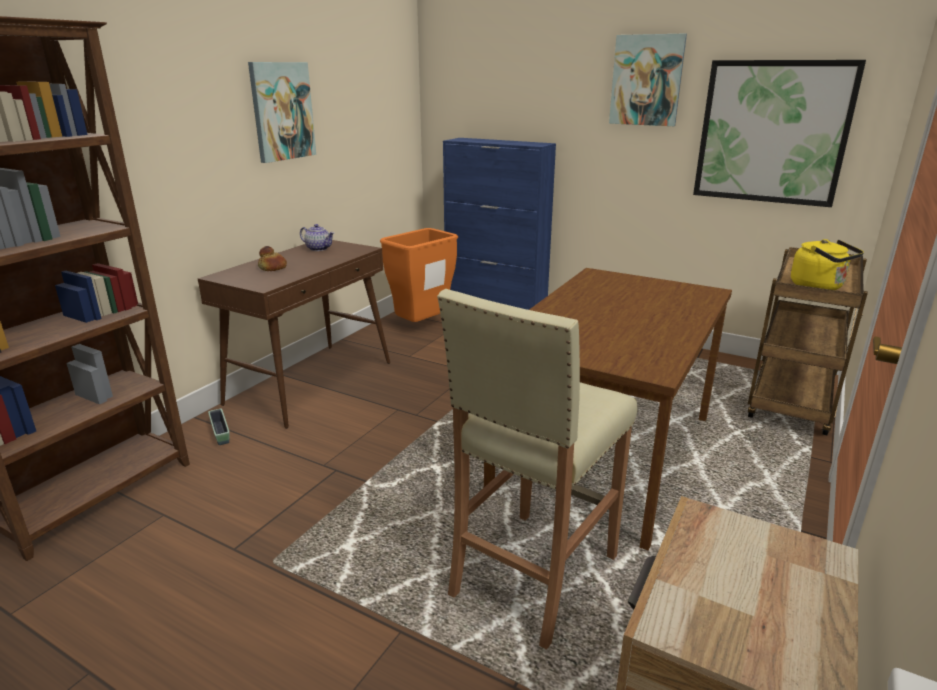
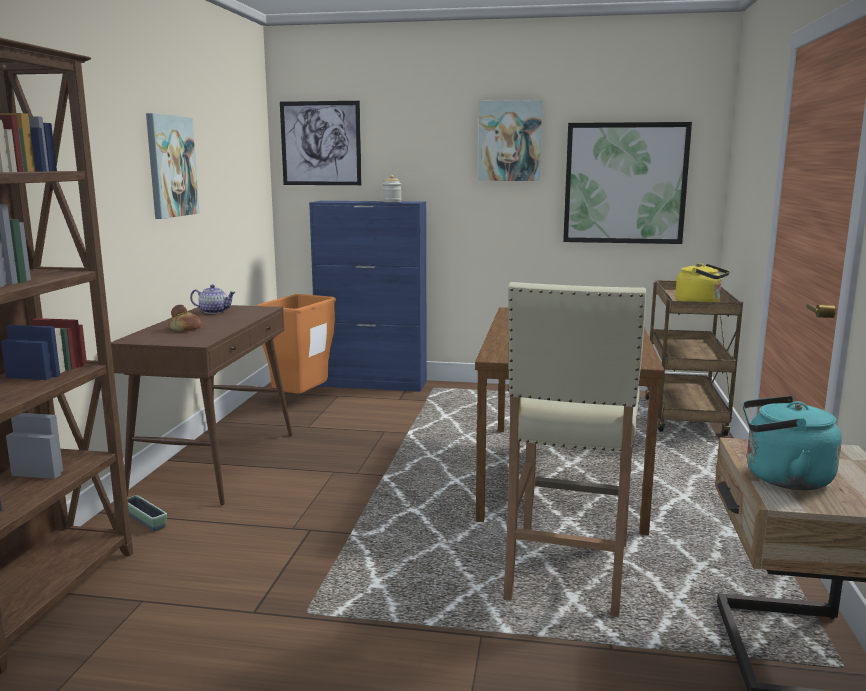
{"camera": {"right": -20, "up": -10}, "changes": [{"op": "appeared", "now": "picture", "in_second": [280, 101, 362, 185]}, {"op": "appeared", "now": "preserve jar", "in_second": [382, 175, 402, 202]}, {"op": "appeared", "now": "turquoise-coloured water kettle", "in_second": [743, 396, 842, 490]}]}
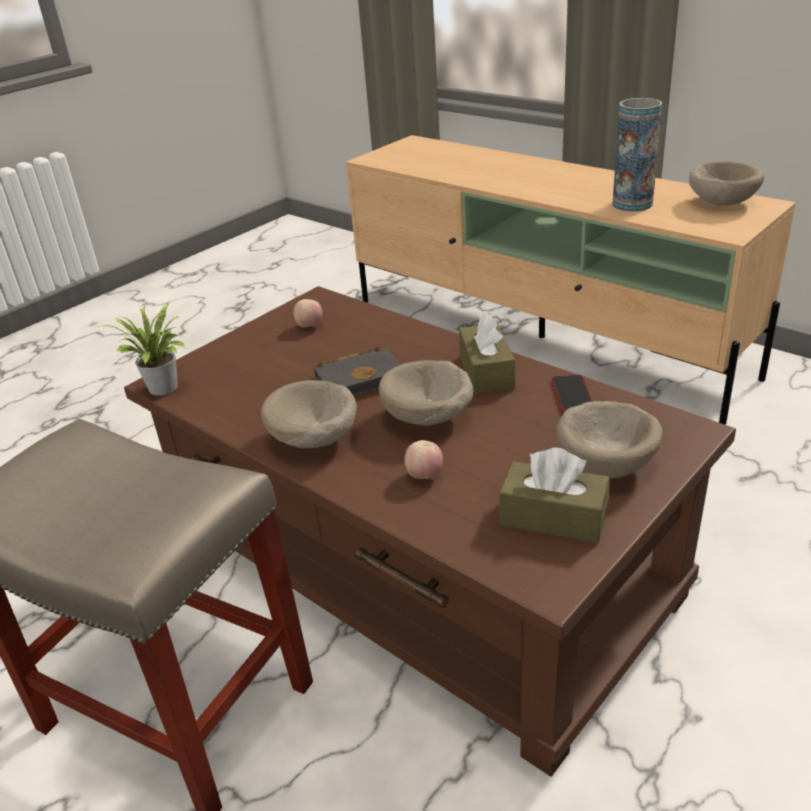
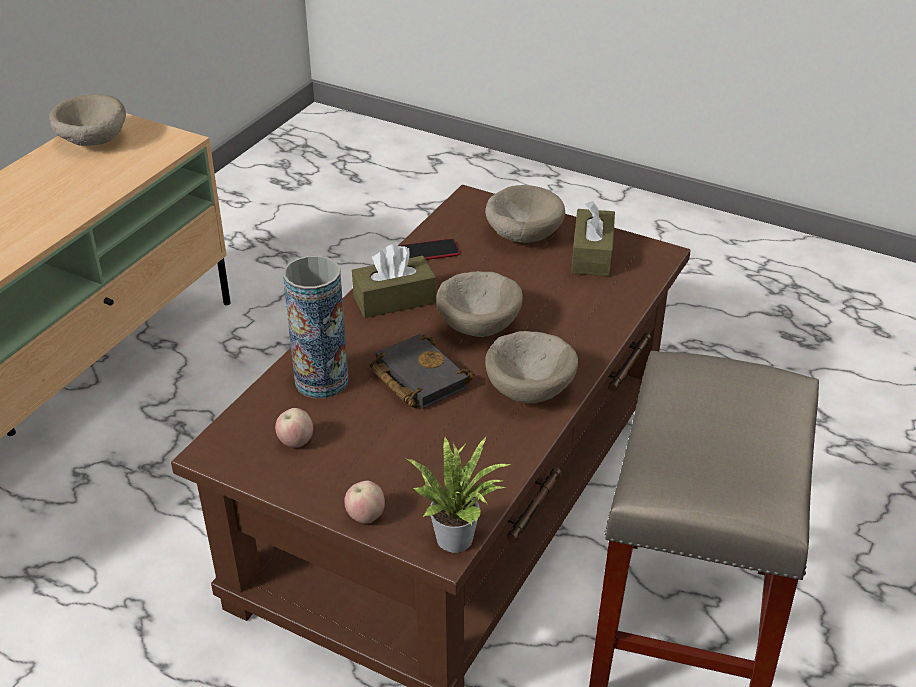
{"camera": {"right": -105, "up": 5}, "changes": [{"op": "relocated", "was": "vase", "in_first": [613, 98, 662, 211], "in_second": [283, 255, 348, 398]}, {"op": "relocated", "was": "whole apple", "in_first": [404, 440, 443, 479], "in_second": [344, 481, 385, 523]}]}
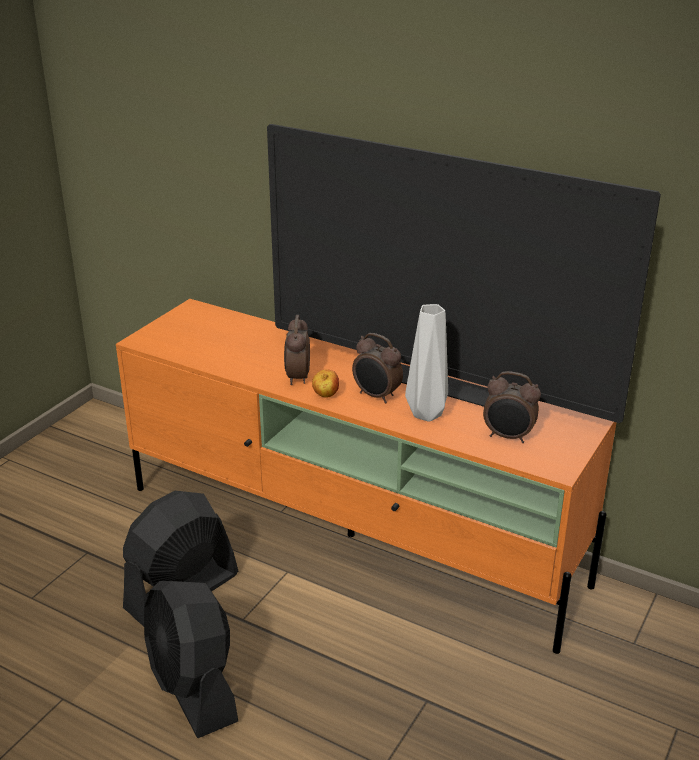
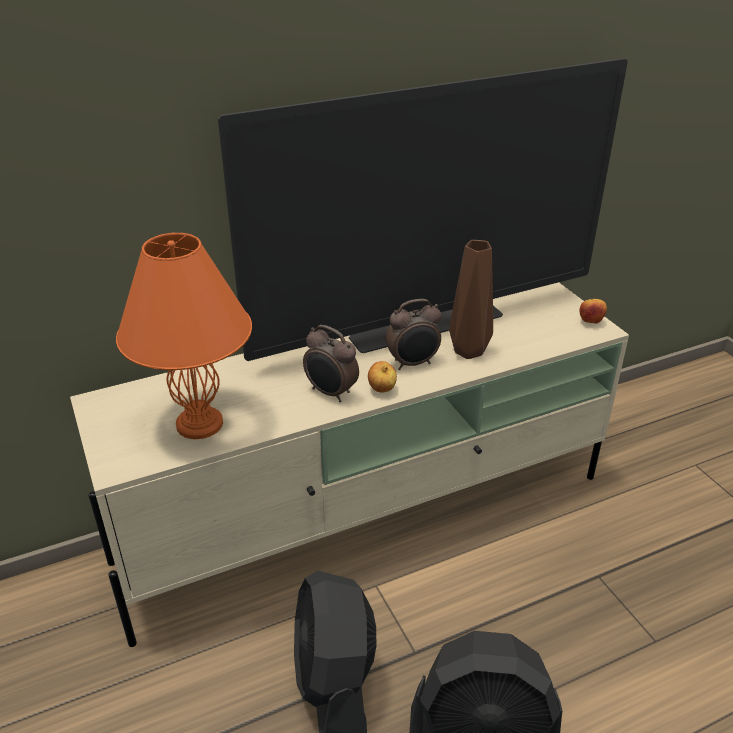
{"camera": {"right": -55, "up": 5}, "changes": [{"op": "colour", "was": "orangey tv unit", "now": "sand-coloured tv unit", "in_first": [116, 299, 617, 654], "in_second": [70, 282, 629, 647]}, {"op": "appeared", "now": "orangey tabletop lamp", "in_second": [116, 233, 252, 439]}, {"op": "colour", "was": "greyish vase", "now": "brownish vase", "in_first": [405, 304, 448, 422], "in_second": [449, 240, 493, 359]}, {"op": "appeared", "now": "whole apple", "in_second": [579, 299, 607, 324]}, {"op": "missing", "was": "bedside clock", "in_first": [483, 371, 541, 443]}]}
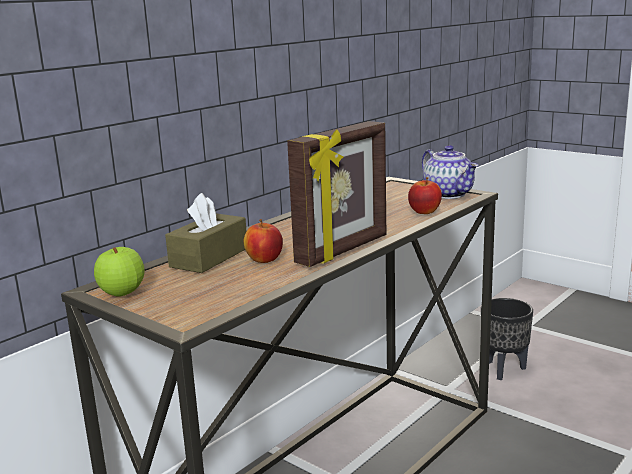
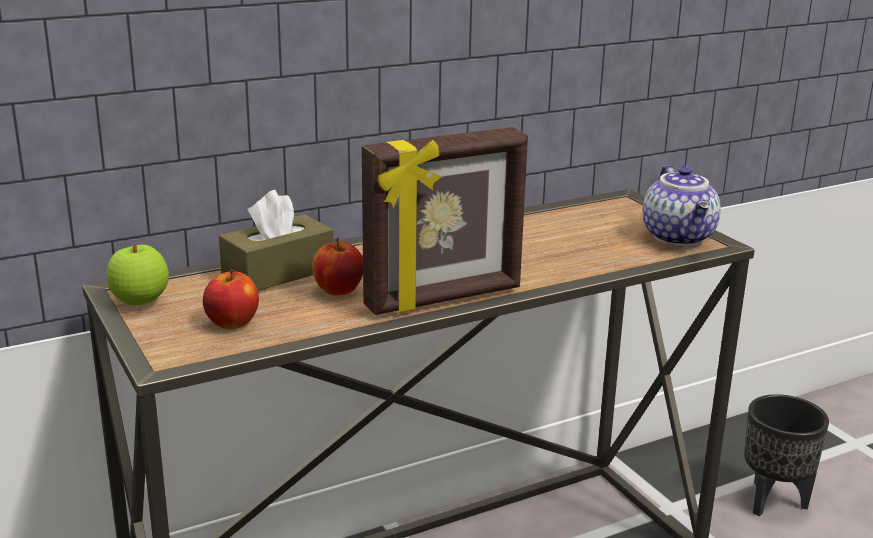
{"camera": {"right": 20, "up": 5}, "changes": [{"op": "relocated", "was": "whole apple", "in_first": [408, 177, 442, 214], "in_second": [203, 269, 259, 329]}]}
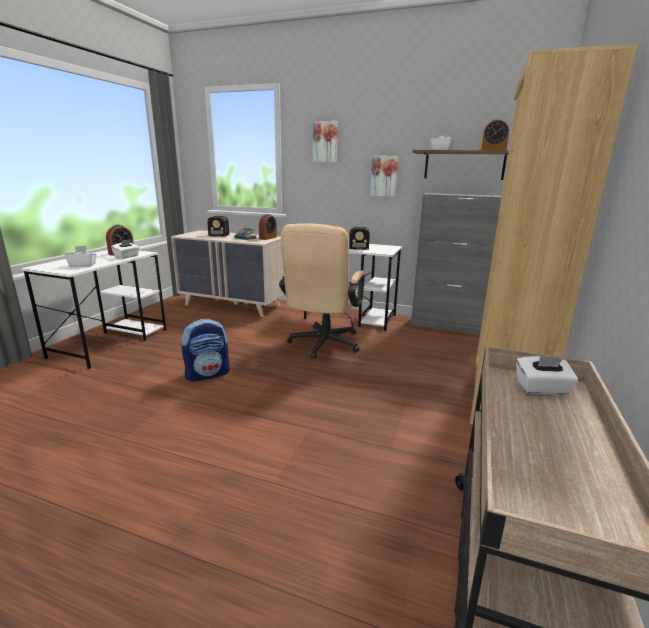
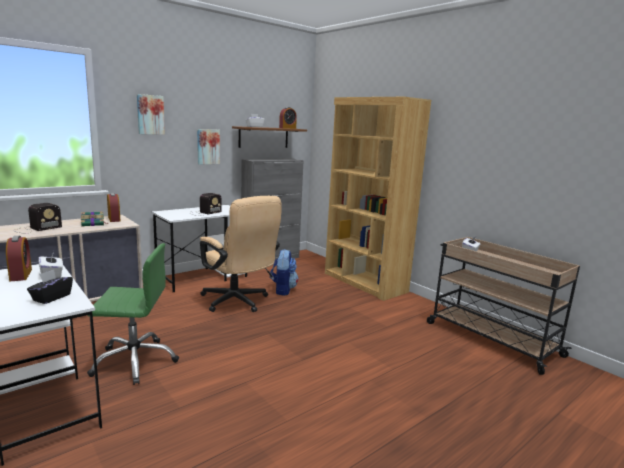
{"camera": {"right": -60, "up": -5}, "changes": [{"op": "colour", "was": "white-coloured tissue holder", "now": "black-coloured tissue holder", "in_first": [64, 246, 97, 267], "in_second": [27, 270, 73, 304]}, {"op": "appeared", "now": "green-coloured office chair", "in_second": [87, 243, 179, 385]}, {"op": "relocated", "was": "knapsack", "in_first": [181, 319, 230, 382], "in_second": [270, 249, 298, 296]}]}
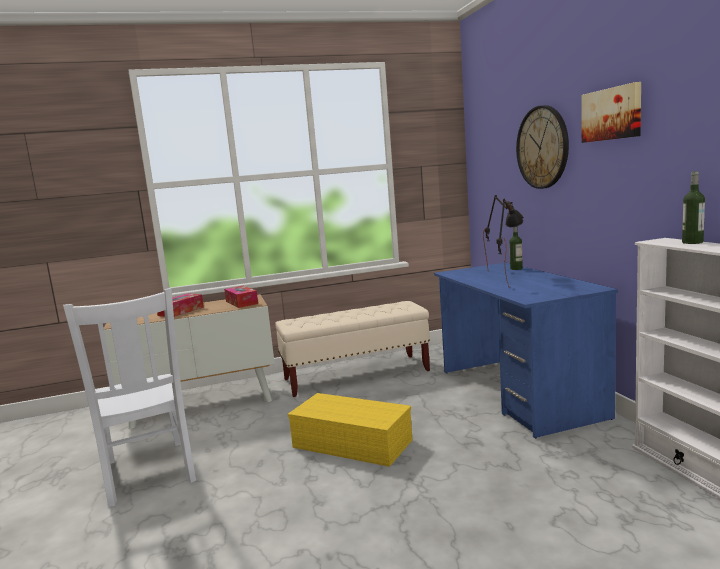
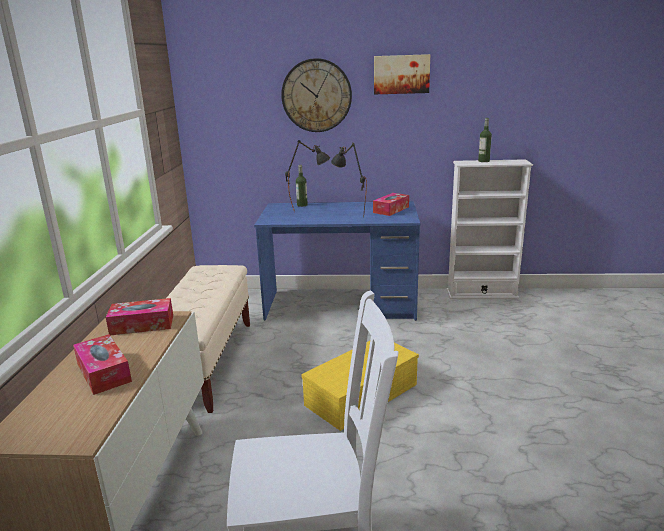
{"camera": {"right": -70, "up": 10}, "changes": [{"op": "appeared", "now": "tissue holder", "in_second": [373, 193, 409, 216]}]}
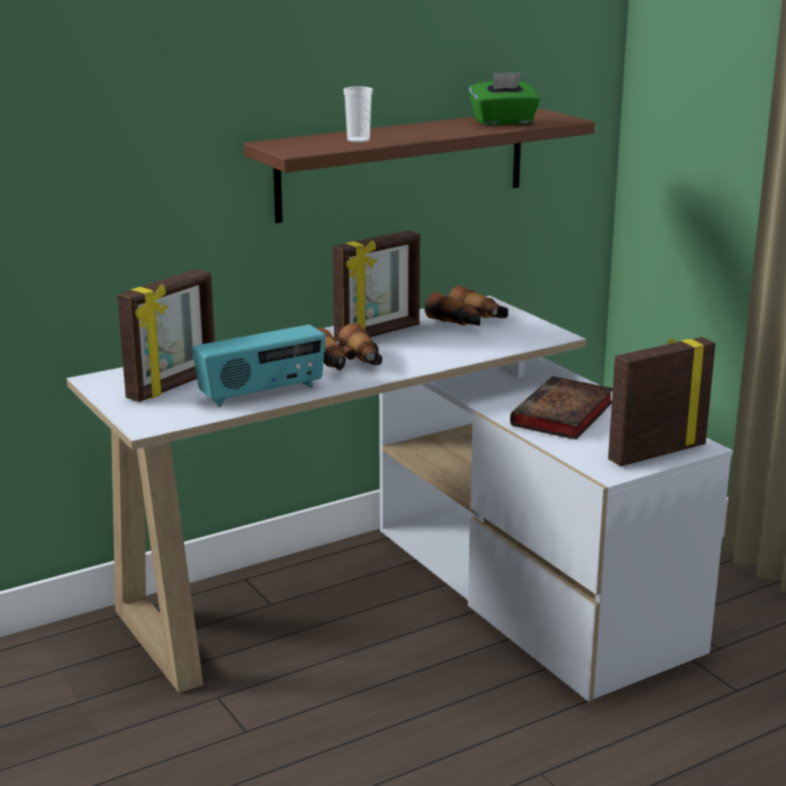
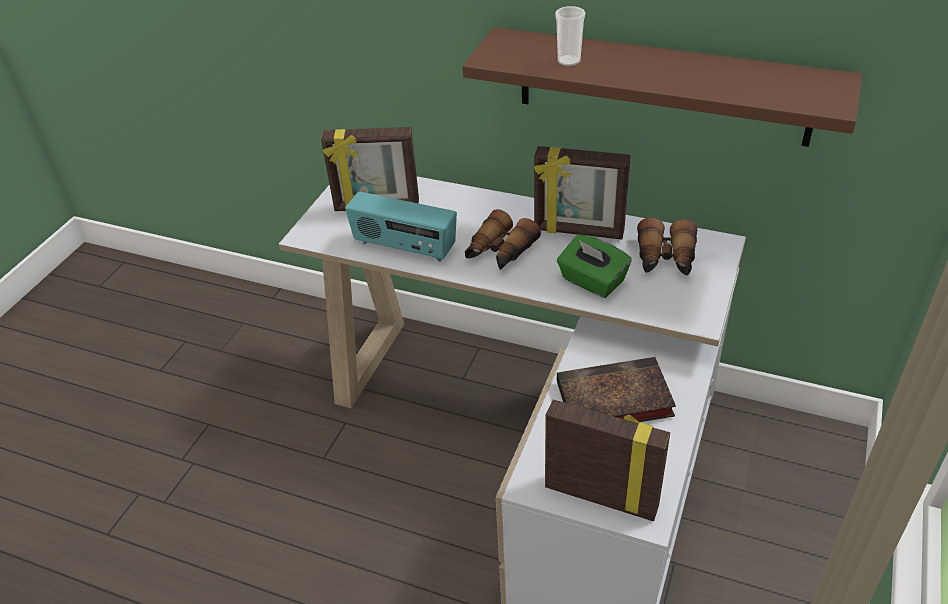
{"camera": {"right": 55, "up": 20}, "changes": [{"op": "relocated", "was": "green-coloured tissue holder", "in_first": [469, 72, 540, 125], "in_second": [557, 234, 632, 298]}]}
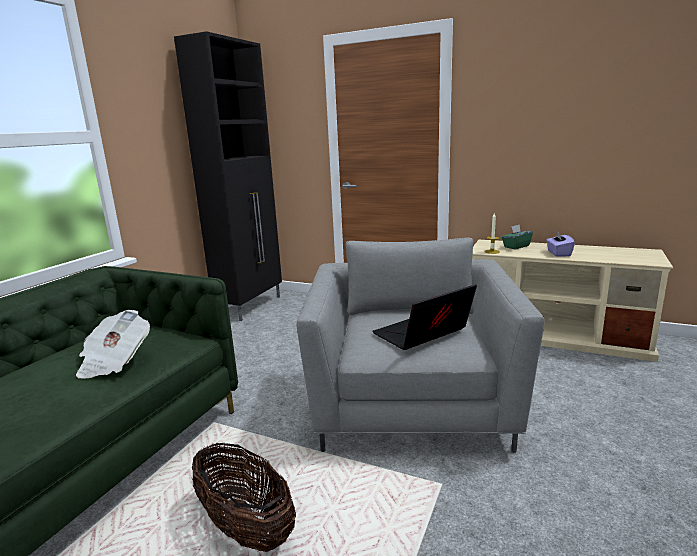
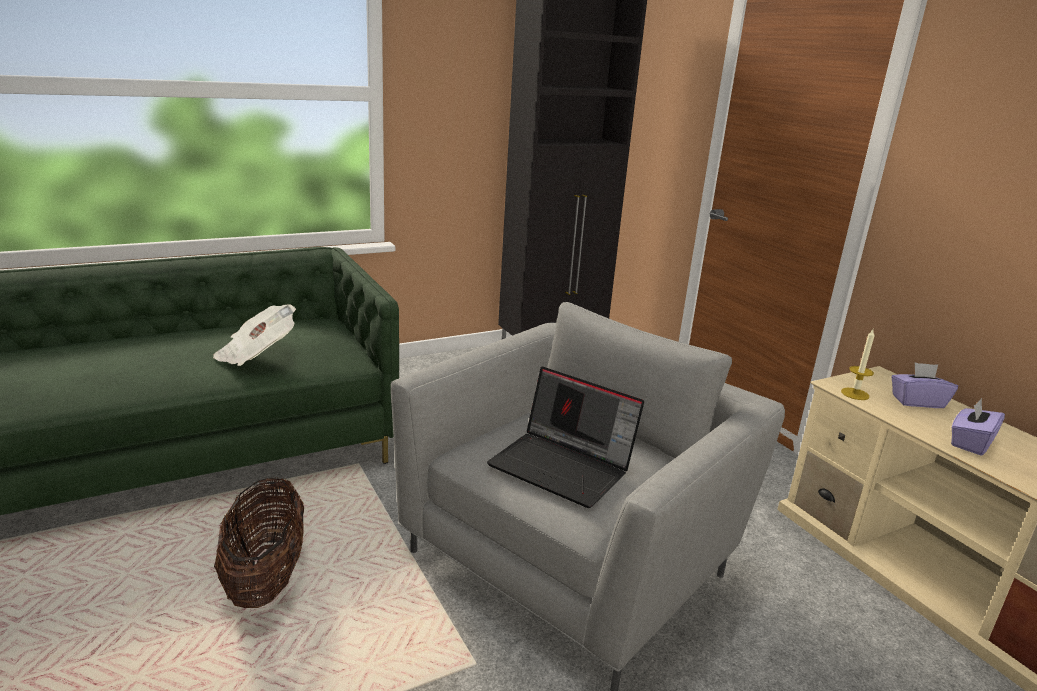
{"camera": {"right": 35, "up": 5}, "changes": [{"op": "spun", "was": "laptop", "in_first": [372, 284, 477, 350], "in_second": [487, 367, 644, 508], "clockwise": -150}, {"op": "colour", "was": "green-coloured tissue holder", "now": "purple-coloured tissue holder", "in_first": [502, 224, 533, 249], "in_second": [891, 362, 958, 408]}]}
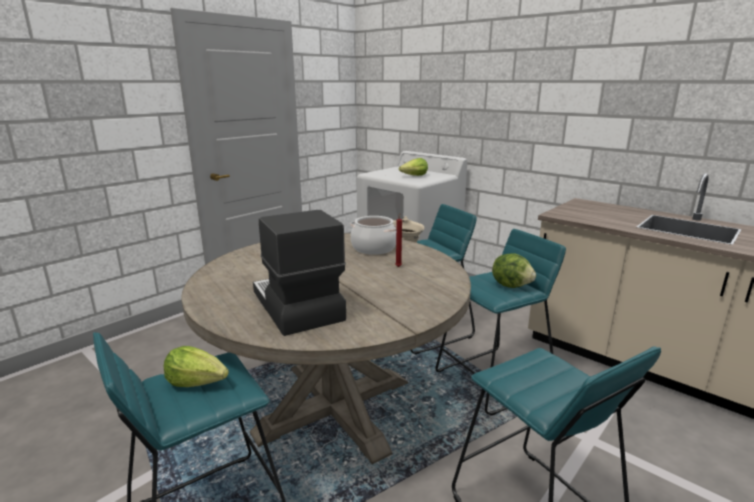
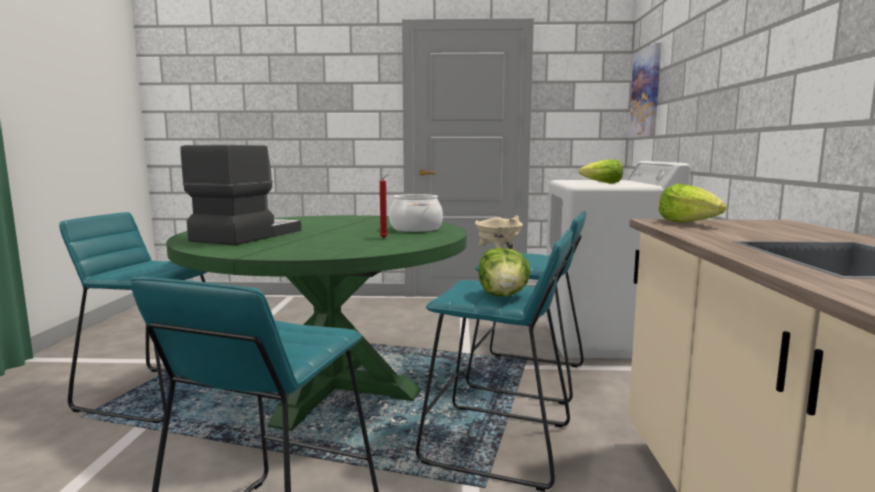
{"camera": {"right": 50, "up": -10}, "changes": [{"op": "colour", "was": "sand-coloured dining table", "now": "green-coloured dining table", "in_first": [181, 233, 471, 464], "in_second": [166, 215, 467, 431]}, {"op": "appeared", "now": "picture", "in_second": [629, 43, 661, 138]}, {"op": "relocated", "was": "head of lettuce", "in_first": [164, 346, 229, 387], "in_second": [659, 184, 727, 222]}]}
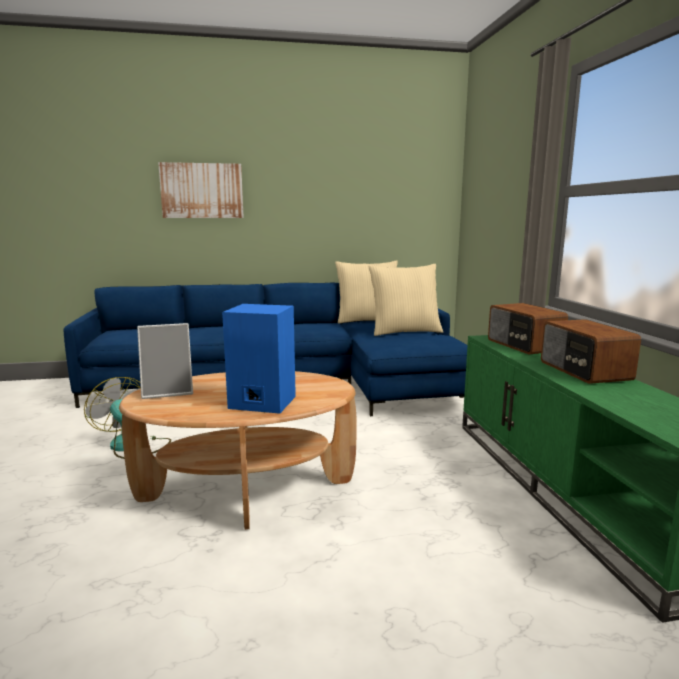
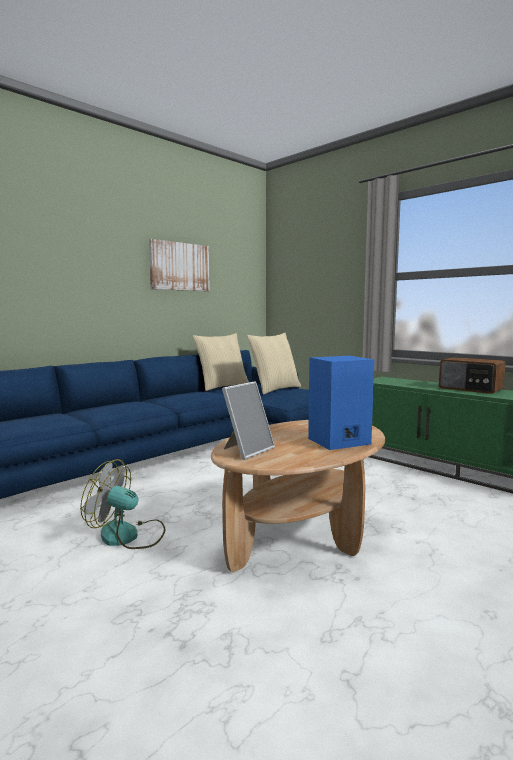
{"camera": {"right": -35, "up": -5}, "changes": [{"op": "relocated", "was": "picture", "in_first": [158, 162, 244, 218], "in_second": [149, 239, 210, 291]}, {"op": "missing", "was": "radio set", "in_first": [488, 303, 568, 355]}]}
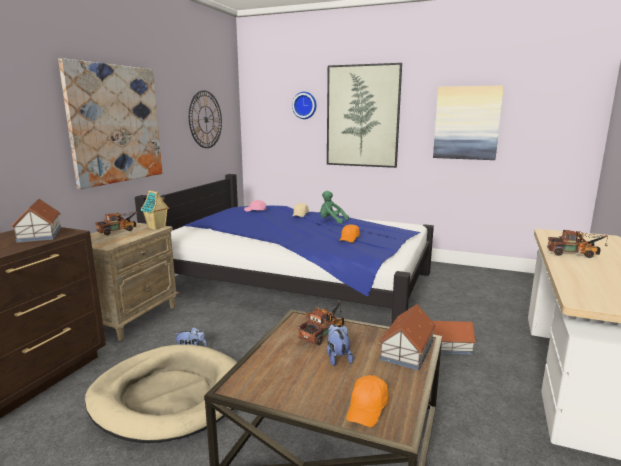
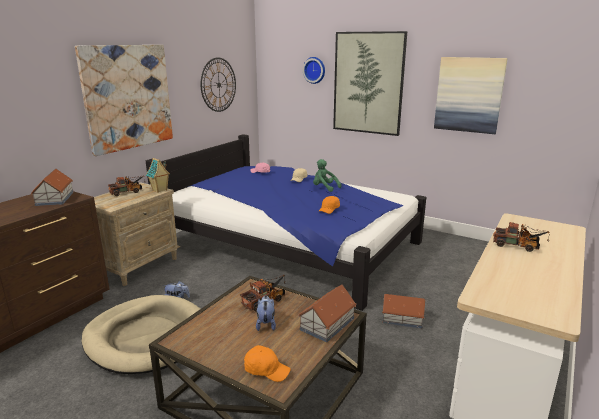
{"camera": {"right": 10, "up": 5}, "changes": [{"op": "spun", "was": "orangey baseball cap", "in_first": [347, 375, 389, 427], "in_second": [244, 345, 291, 382], "clockwise": -105}]}
